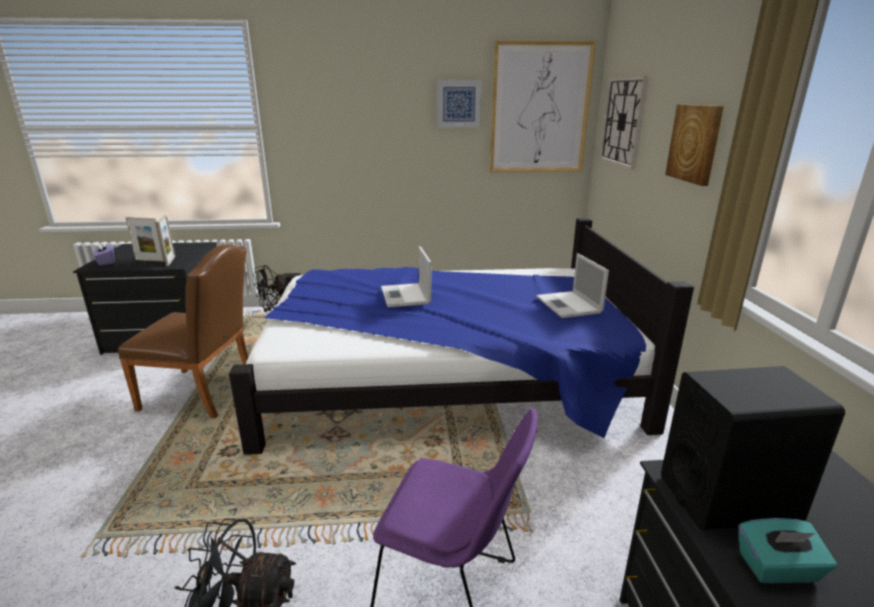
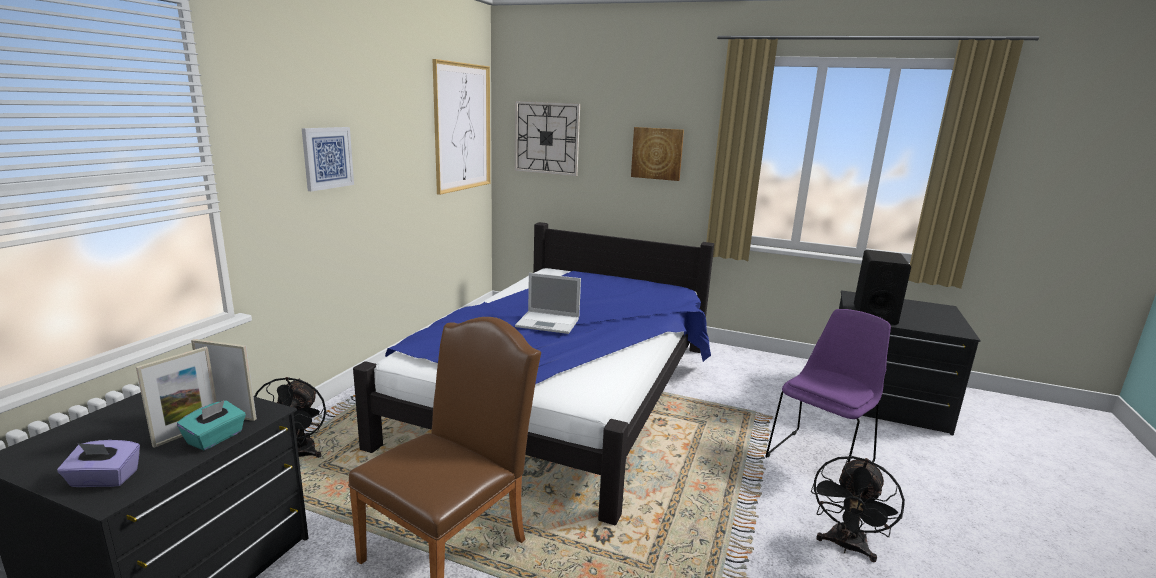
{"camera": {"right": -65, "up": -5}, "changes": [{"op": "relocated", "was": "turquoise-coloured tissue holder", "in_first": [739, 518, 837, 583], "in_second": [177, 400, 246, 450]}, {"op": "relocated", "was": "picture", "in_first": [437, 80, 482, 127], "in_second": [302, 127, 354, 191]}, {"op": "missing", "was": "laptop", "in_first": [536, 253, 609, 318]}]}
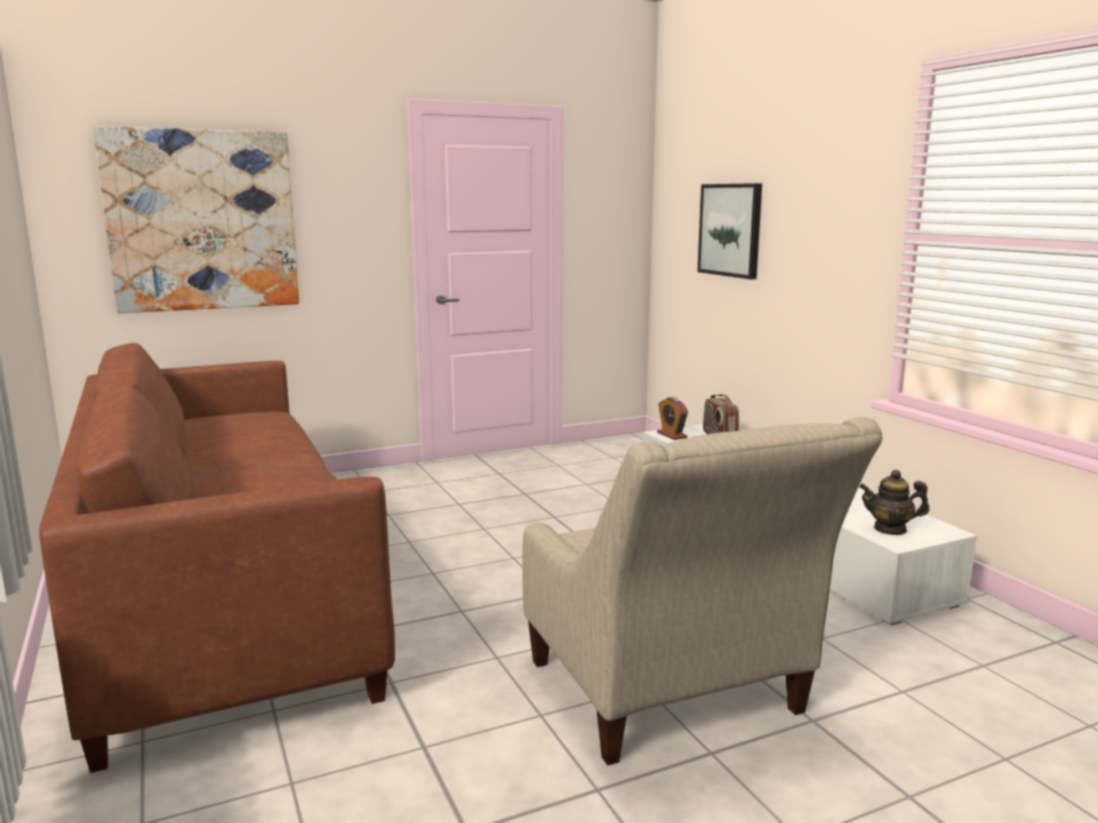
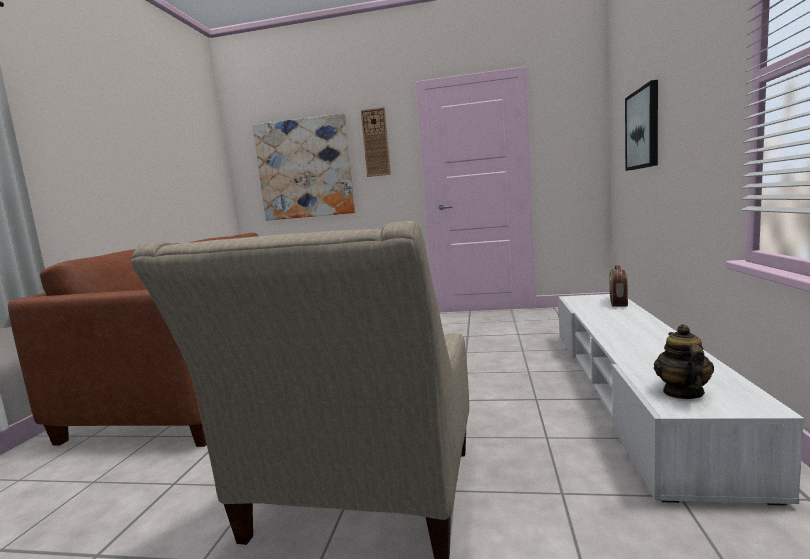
{"camera": {"right": 35, "up": -5}, "changes": [{"op": "appeared", "now": "hanging clock", "in_second": [361, 107, 391, 177]}, {"op": "spun", "was": "pot for tea", "in_first": [859, 470, 929, 535], "in_second": [654, 324, 714, 399], "clockwise": 60}, {"op": "missing", "was": "bedside clock", "in_first": [657, 397, 688, 440]}]}
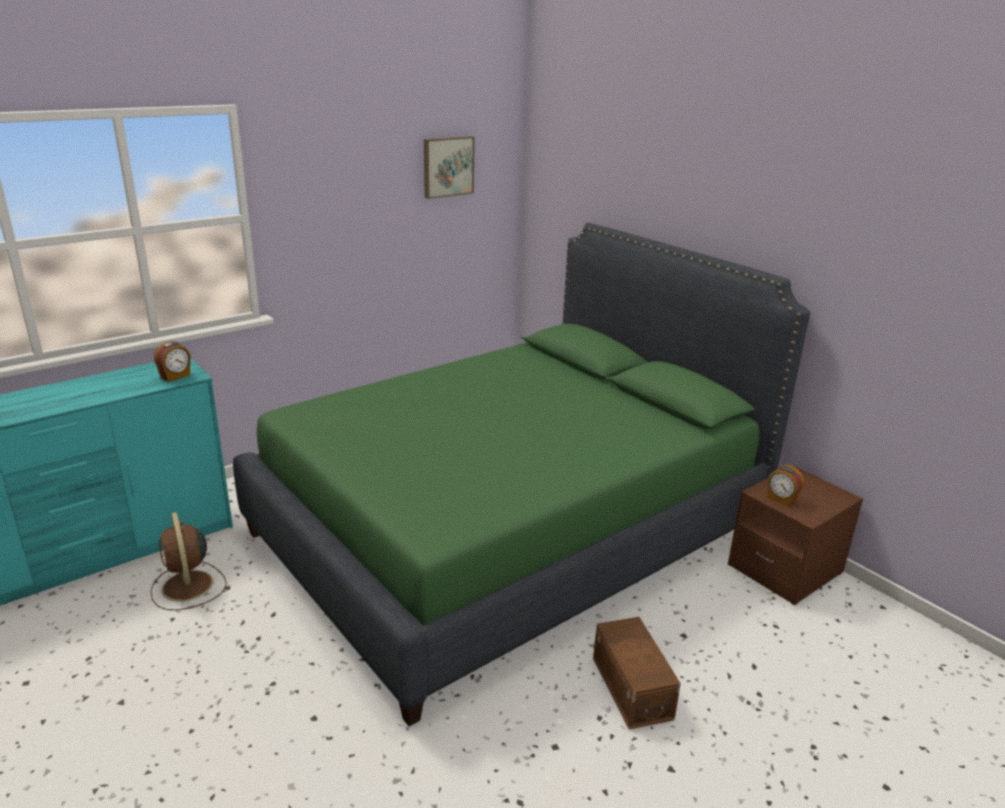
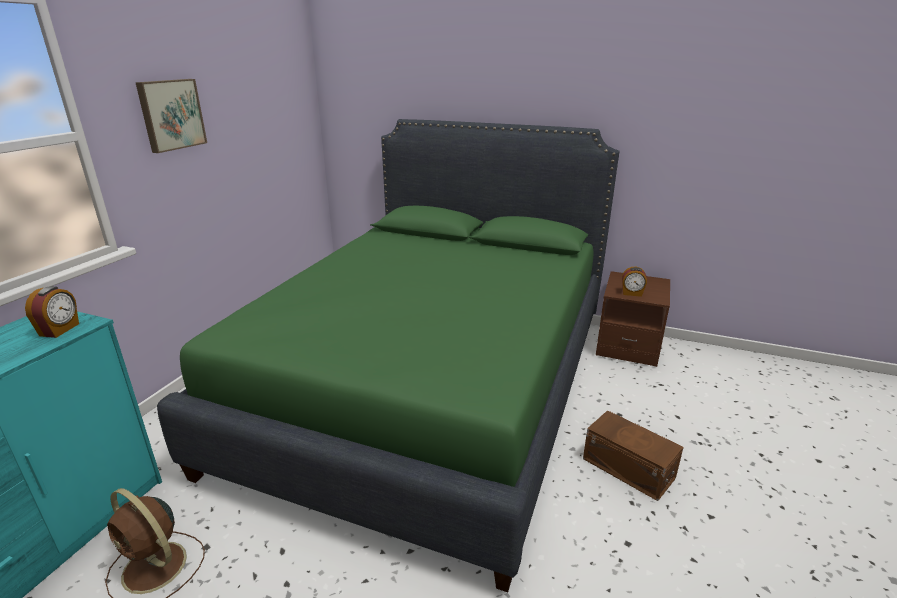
{"camera": {"right": -30, "up": 0}, "changes": [{"op": "relocated", "was": "picture", "in_first": [424, 136, 475, 199], "in_second": [135, 79, 207, 153]}]}
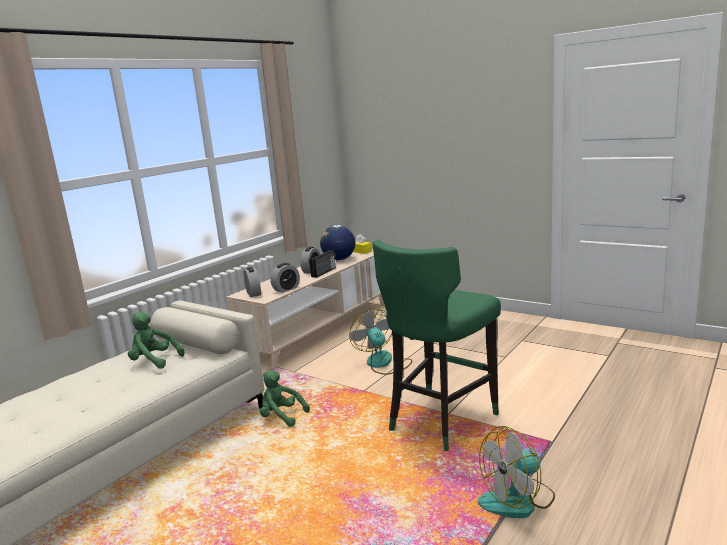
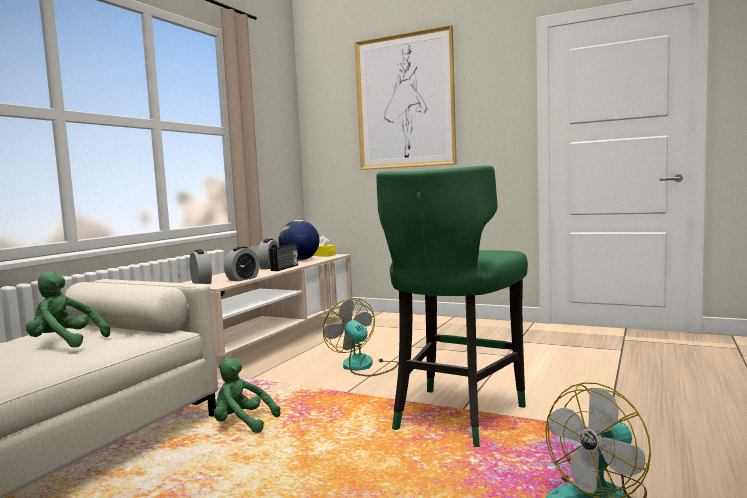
{"camera": {"right": -10, "up": -10}, "changes": [{"op": "appeared", "now": "picture", "in_second": [355, 25, 457, 170]}]}
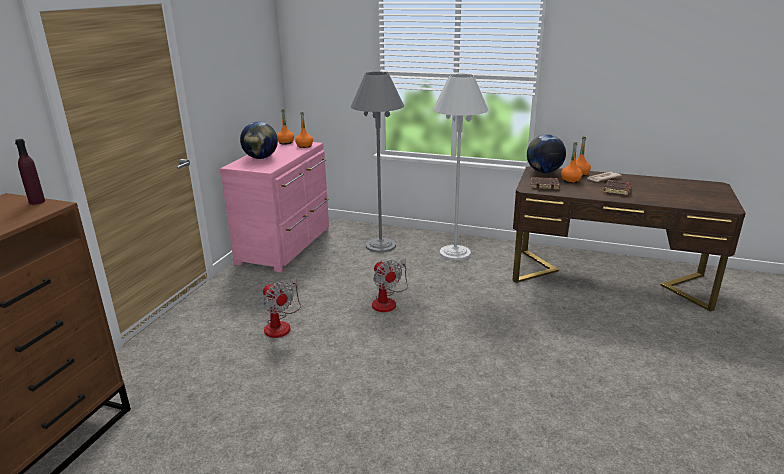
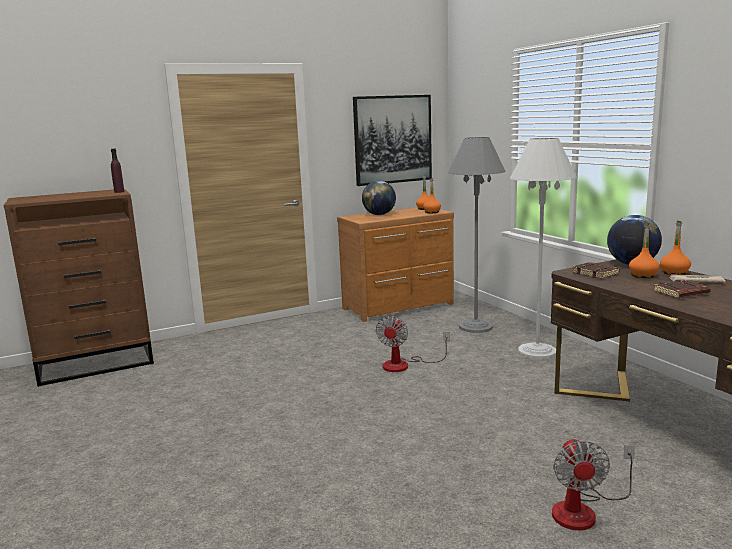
{"camera": {"right": 45, "up": -10}, "changes": [{"op": "colour", "was": "pink-coloured drawer chest", "now": "brownish drawer chest", "in_first": [220, 140, 329, 272], "in_second": [337, 208, 454, 322]}, {"op": "appeared", "now": "picture", "in_second": [353, 95, 432, 186]}, {"op": "relocated", "was": "electric fan", "in_first": [263, 277, 301, 338], "in_second": [552, 438, 635, 530]}]}
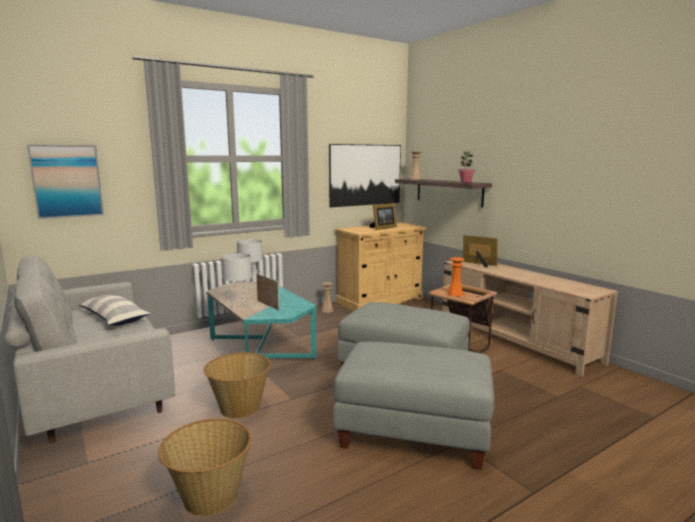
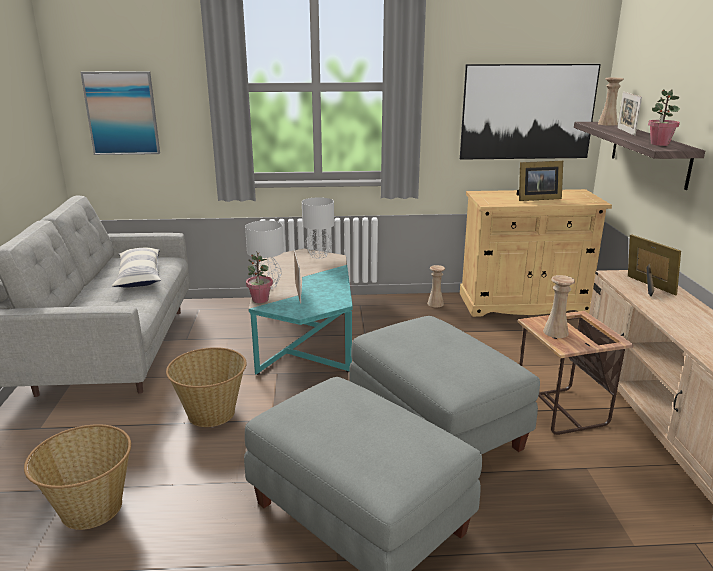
{"camera": {"right": 30, "up": 10}, "changes": [{"op": "appeared", "now": "plant in a pot", "in_second": [246, 251, 273, 303]}, {"op": "colour", "was": "orangey vase", "now": "sand-coloured vase", "in_first": [448, 257, 464, 296], "in_second": [543, 275, 575, 338]}, {"op": "appeared", "now": "photo frame", "in_second": [617, 92, 642, 136]}]}
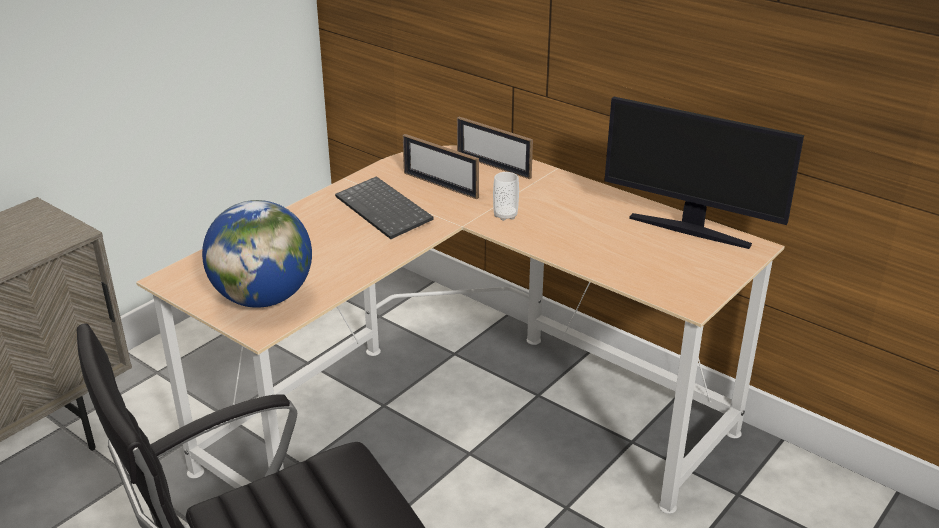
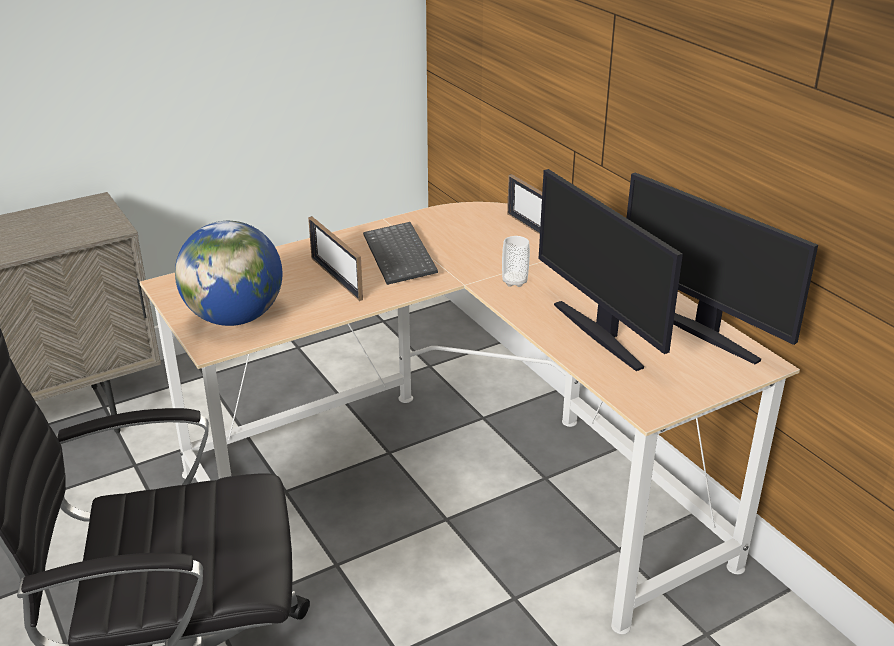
{"camera": {"right": 20, "up": 0}, "changes": [{"op": "relocated", "was": "photo frame", "in_first": [403, 134, 479, 199], "in_second": [308, 216, 363, 301]}, {"op": "appeared", "now": "monitor", "in_second": [539, 169, 683, 371]}]}
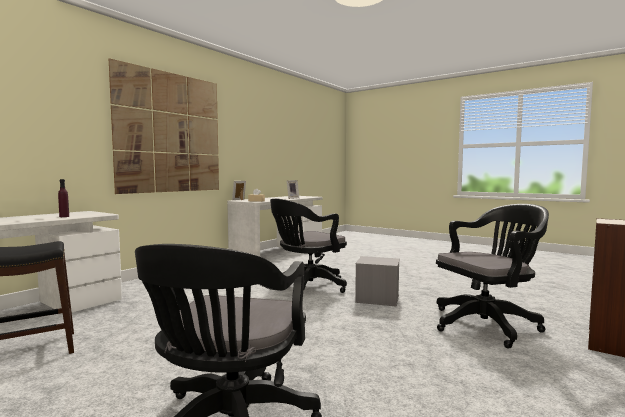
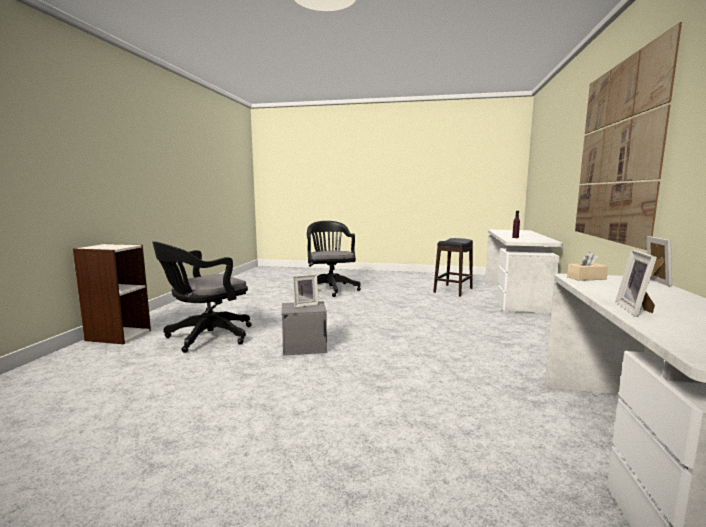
{"camera": {"right": 155, "up": 5}, "changes": [{"op": "appeared", "now": "photo frame", "in_second": [292, 274, 319, 307]}, {"op": "missing", "was": "black-coloured office chair", "in_first": [270, 199, 347, 293]}]}
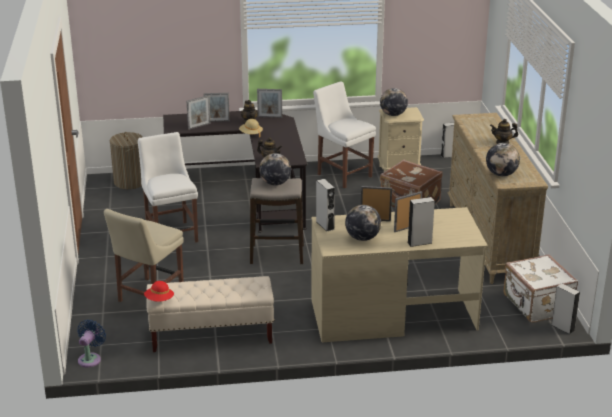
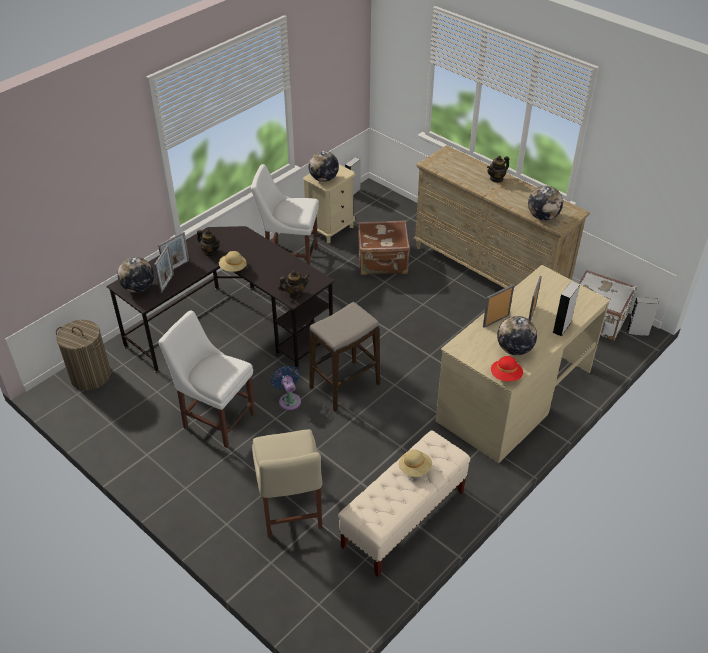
{"camera": {"right": -40, "up": 15}, "changes": [{"op": "relocated", "was": "globe", "in_first": [259, 153, 291, 185], "in_second": [117, 257, 154, 293]}, {"op": "relocated", "was": "bluish electric fan", "in_first": [77, 319, 106, 367], "in_second": [271, 365, 301, 410]}, {"op": "appeared", "now": "sand-coloured clothing hat", "in_second": [399, 449, 432, 477]}, {"op": "relocated", "was": "reddish clothing hat", "in_first": [144, 281, 174, 302], "in_second": [491, 356, 523, 381]}, {"op": "missing", "was": "photo frame", "in_first": [257, 89, 282, 118]}, {"op": "missing", "was": "greyish loudspeaker", "in_first": [316, 179, 335, 231]}]}
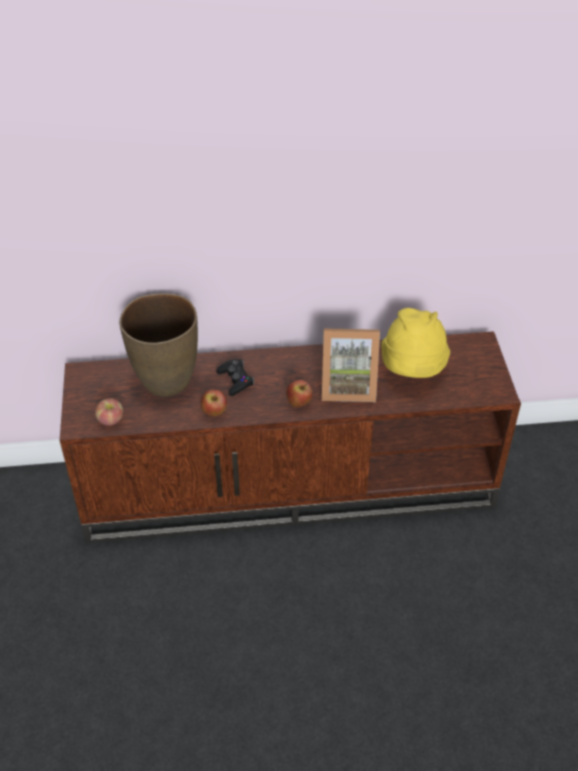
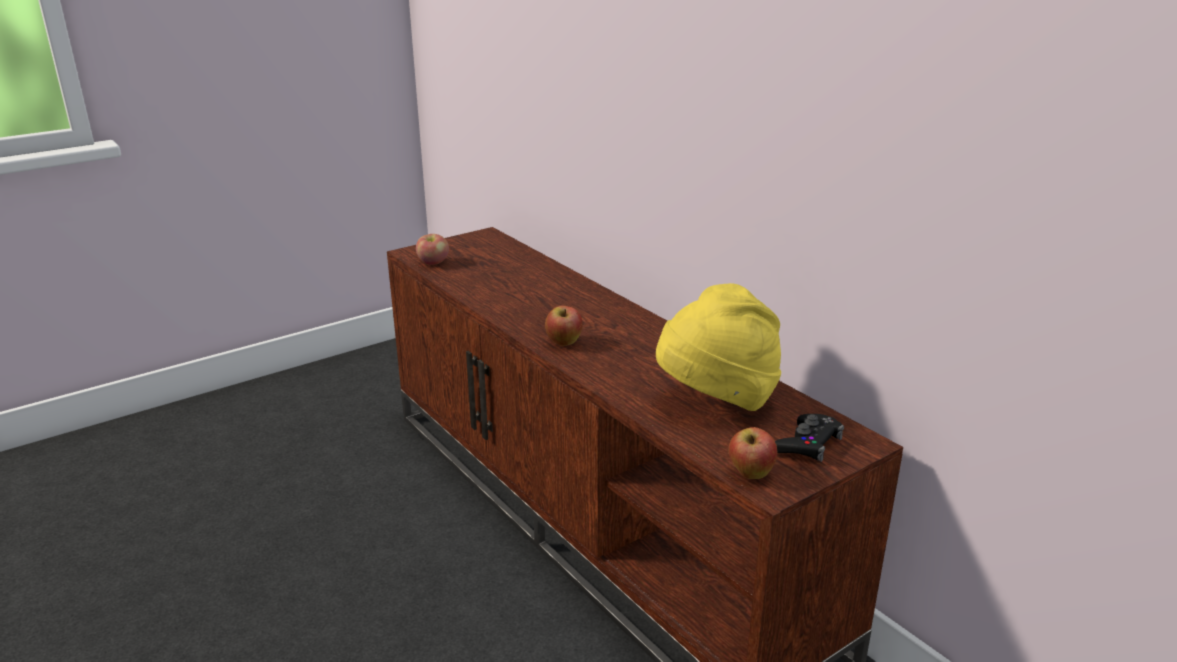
{"camera": {"right": 60, "up": -20}, "changes": [{"op": "relocated", "was": "whole apple", "in_first": [201, 390, 227, 416], "in_second": [729, 427, 777, 479]}, {"op": "relocated", "was": "black-coloured joypad", "in_first": [216, 359, 254, 396], "in_second": [775, 414, 844, 462]}, {"op": "missing", "was": "brownish vase", "in_first": [119, 293, 198, 397]}, {"op": "missing", "was": "photo frame", "in_first": [322, 328, 380, 402]}]}
